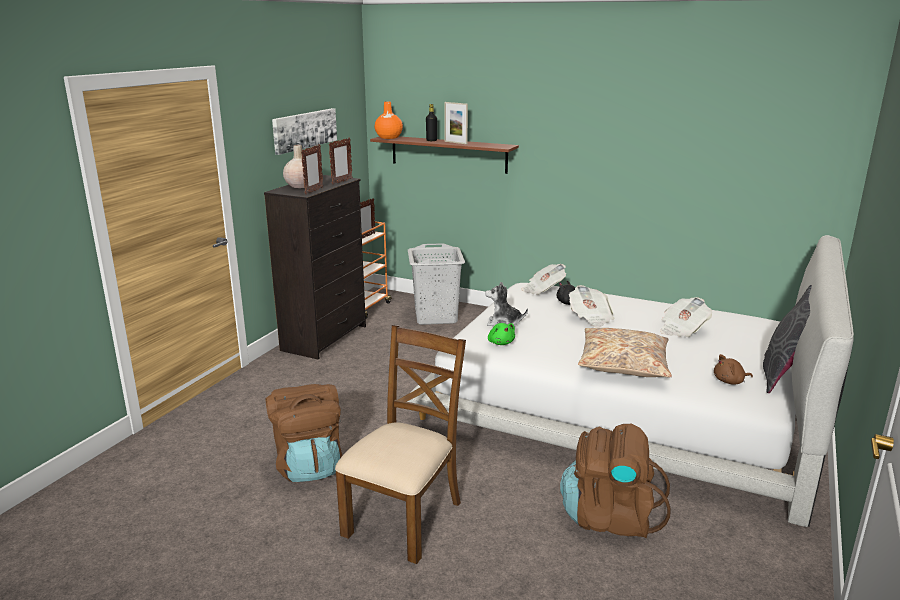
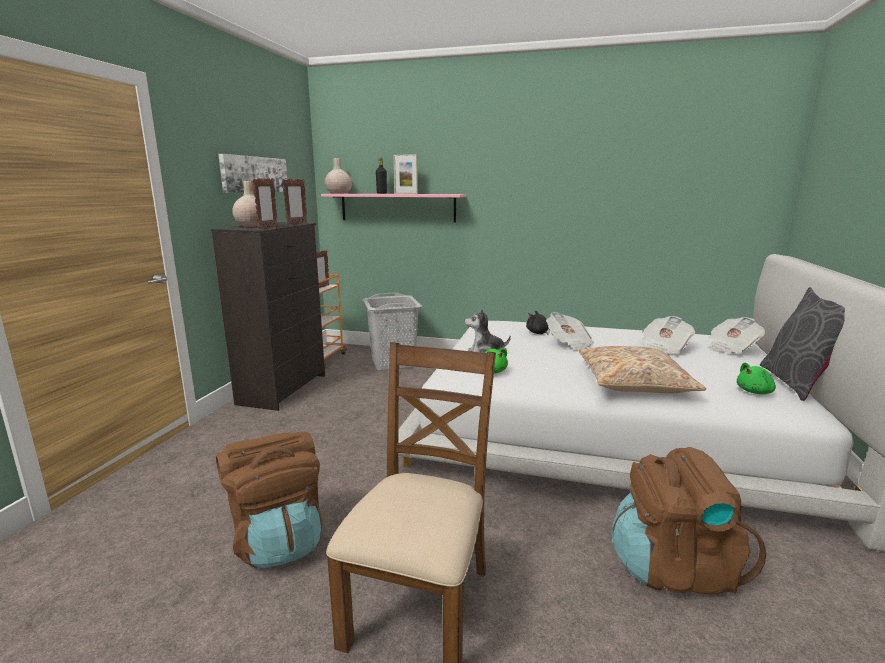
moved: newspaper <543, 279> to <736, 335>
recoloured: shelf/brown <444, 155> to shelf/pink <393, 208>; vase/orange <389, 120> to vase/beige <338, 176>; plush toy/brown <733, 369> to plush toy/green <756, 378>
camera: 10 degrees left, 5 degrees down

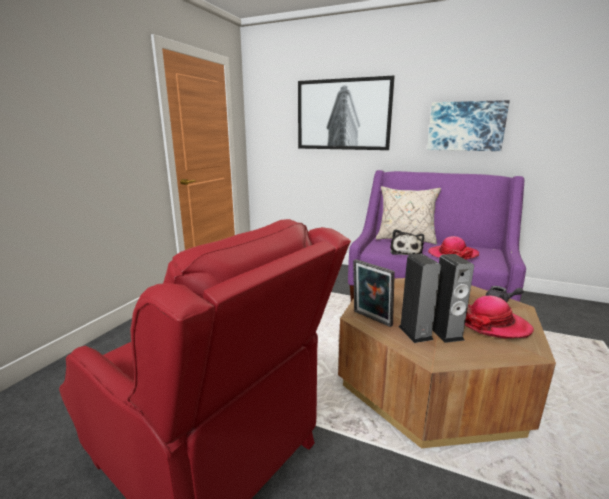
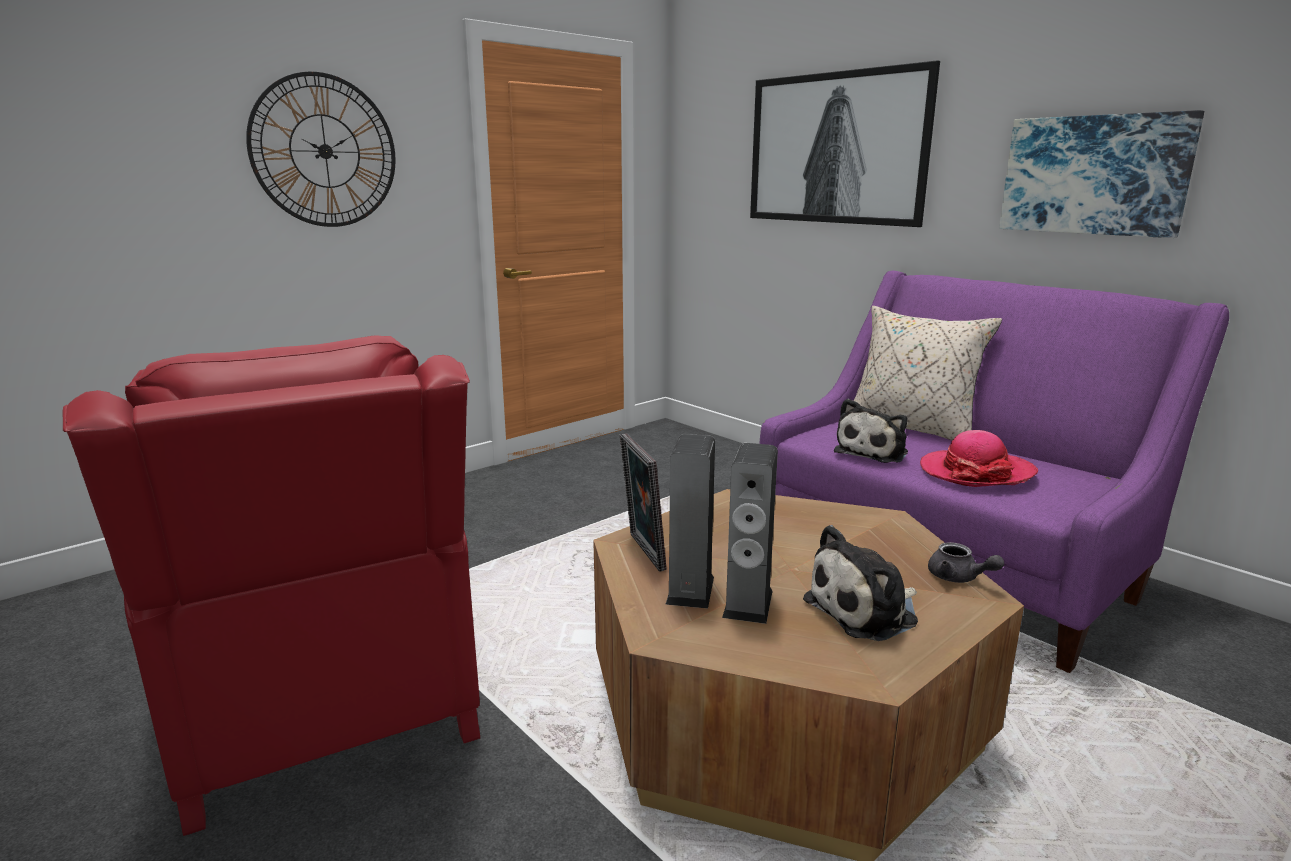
added: wall clock <321, 149>
replaced: hat <499, 317> to plush toy <860, 583>
camera: 25 degrees right, 0 degrees up

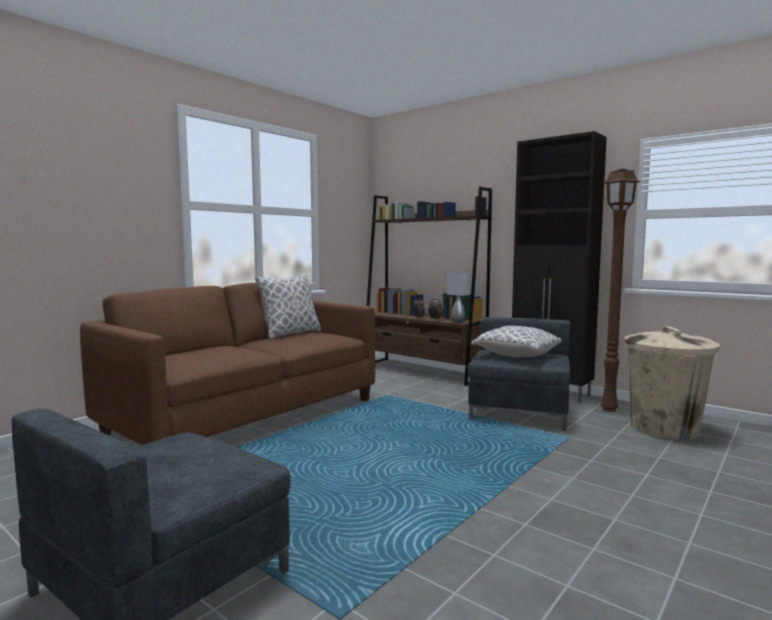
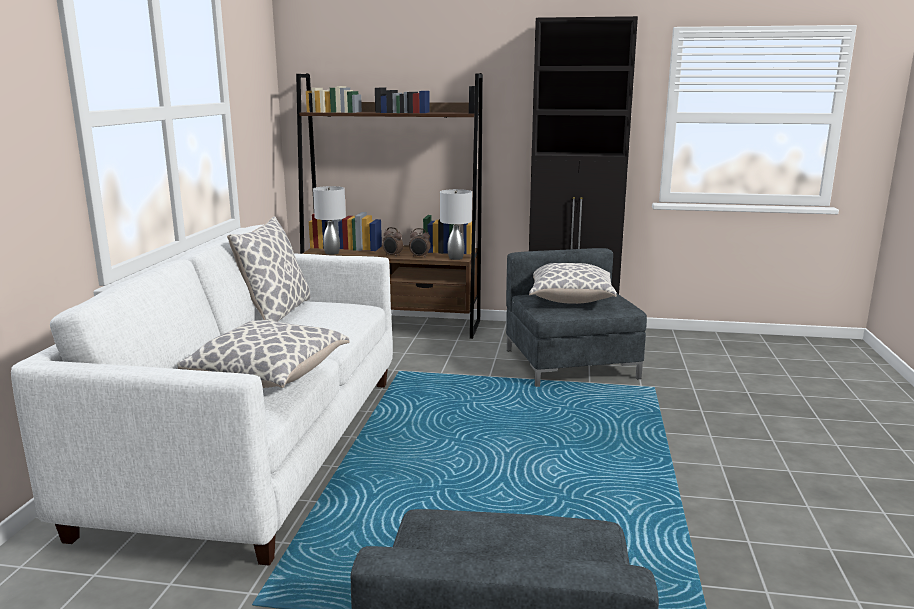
removed: floor lamp/brown <621, 290>; trash can/beige <672, 382>
added: pillow <263, 354>; table lamp/grey <329, 220>
recoloured: sofa/brown <227, 364> to sofa/white <202, 395>
camera: 30 degrees left, 10 degrees up

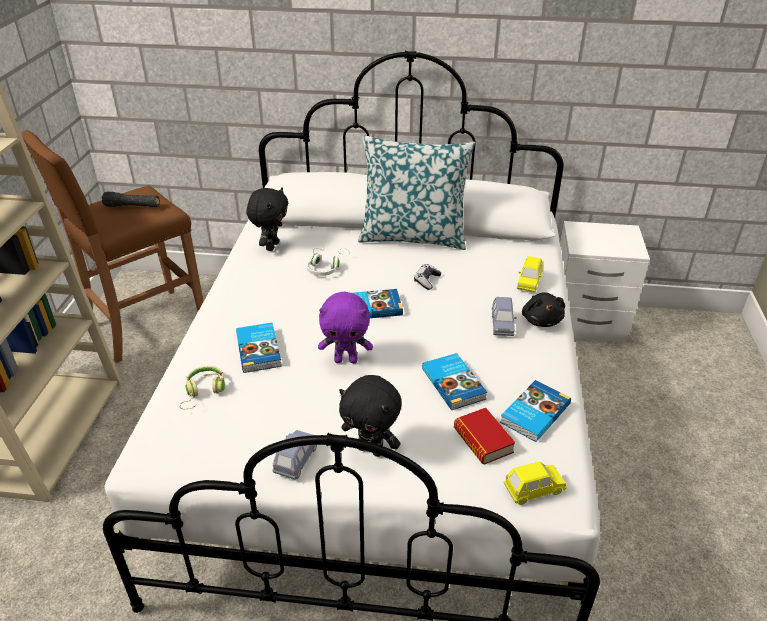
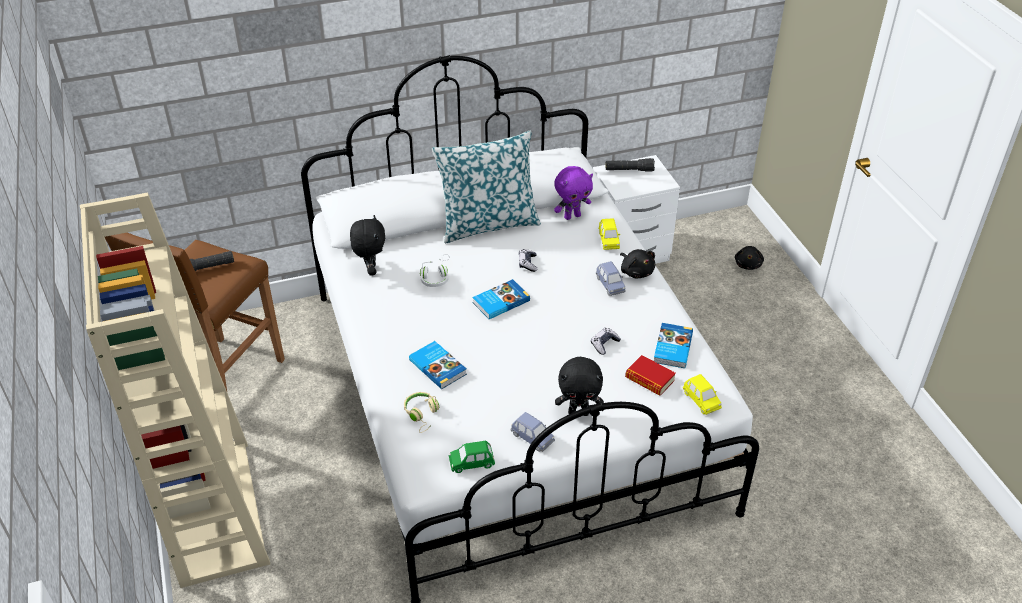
added: toy car/green <472, 457>; flashlight/black <630, 165>; plush toy/black <749, 258>
moved: plush toy/purple <345, 327> to <573, 193>
replaced: book <454, 381> to game controller <606, 341>
turned: toy car/blue <295, 454> = <532, 432> 135 degrees clockwise; toy car/yellow <535, 483> = <702, 394> 105 degrees clockwise
camera: 25 degrees left, 5 degrees up

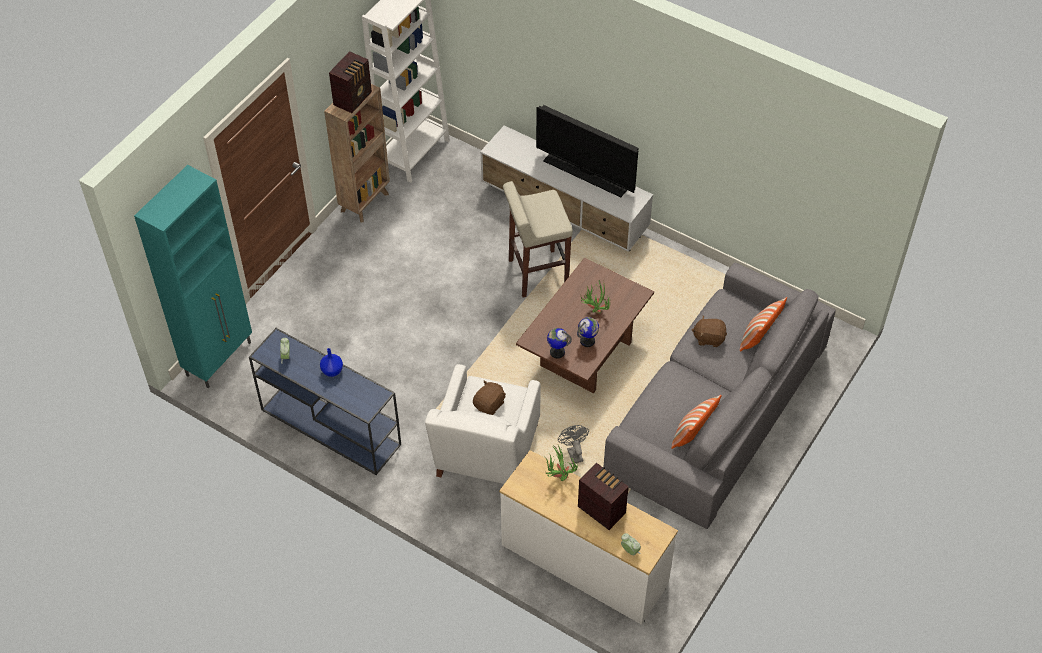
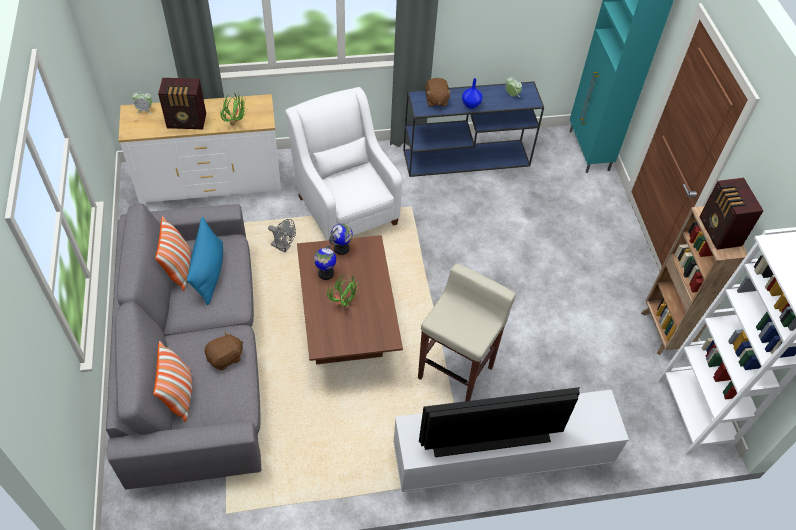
added: pillow/blue <205, 261>
moved: plush toy/brown <489, 397> to <438, 92>
camera: 135 degrees right, 0 degrees up

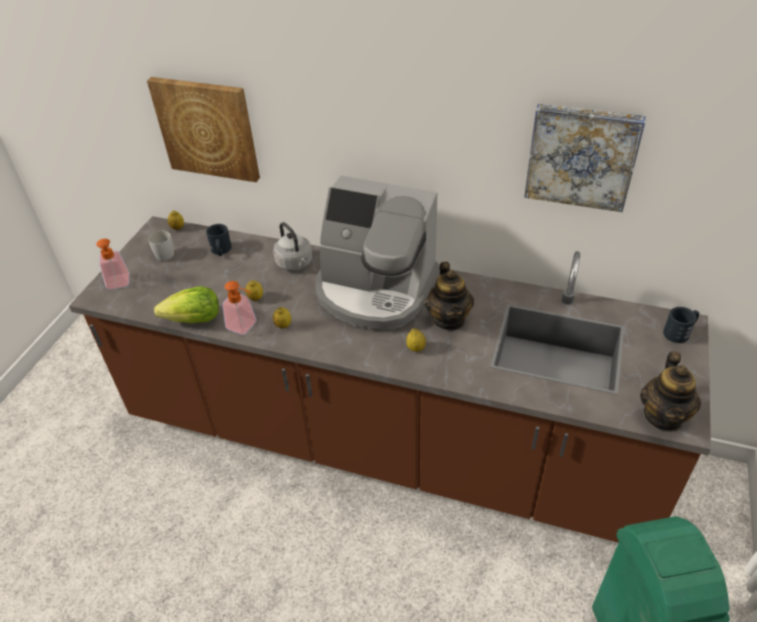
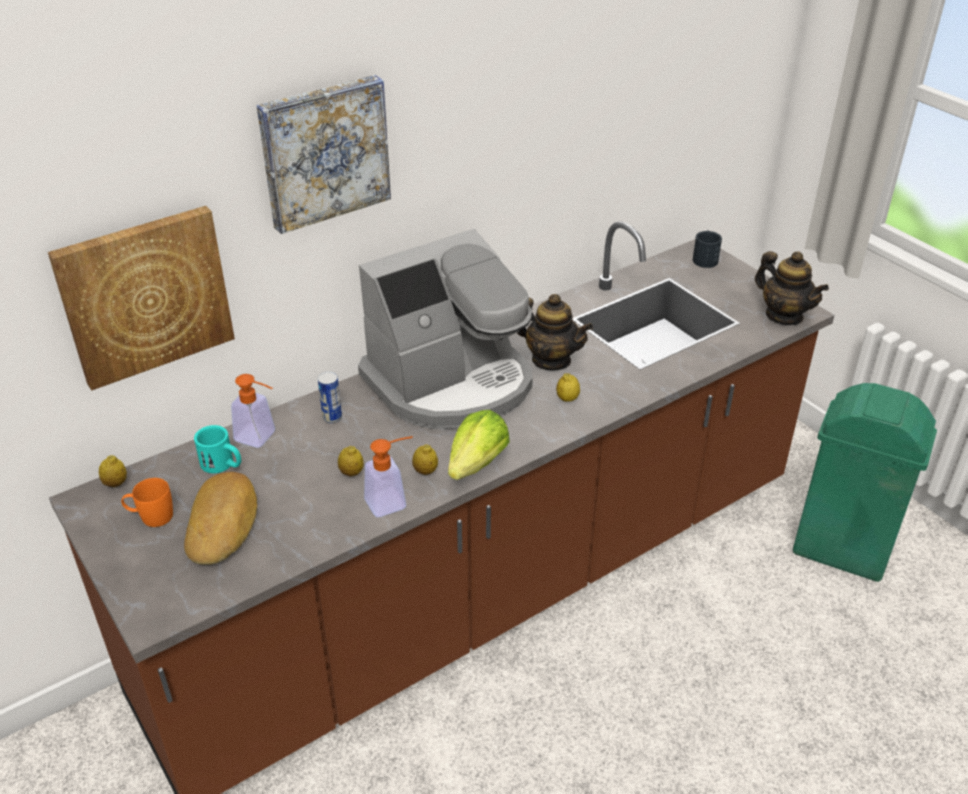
added: bread <220, 518>
moved: soap dispenser <112, 264> to <253, 411>; picture <585, 158> to <324, 154>; lettuce <186, 304> to <479, 445>
replaced: kettle/grey <293, 246> to can <330, 397>
recoloured: mug/white <161, 246> to mug/orange <147, 502>; mug/black <219, 240> to mug/turquoise <217, 449>
camera: 55 degrees left, 5 degrees down

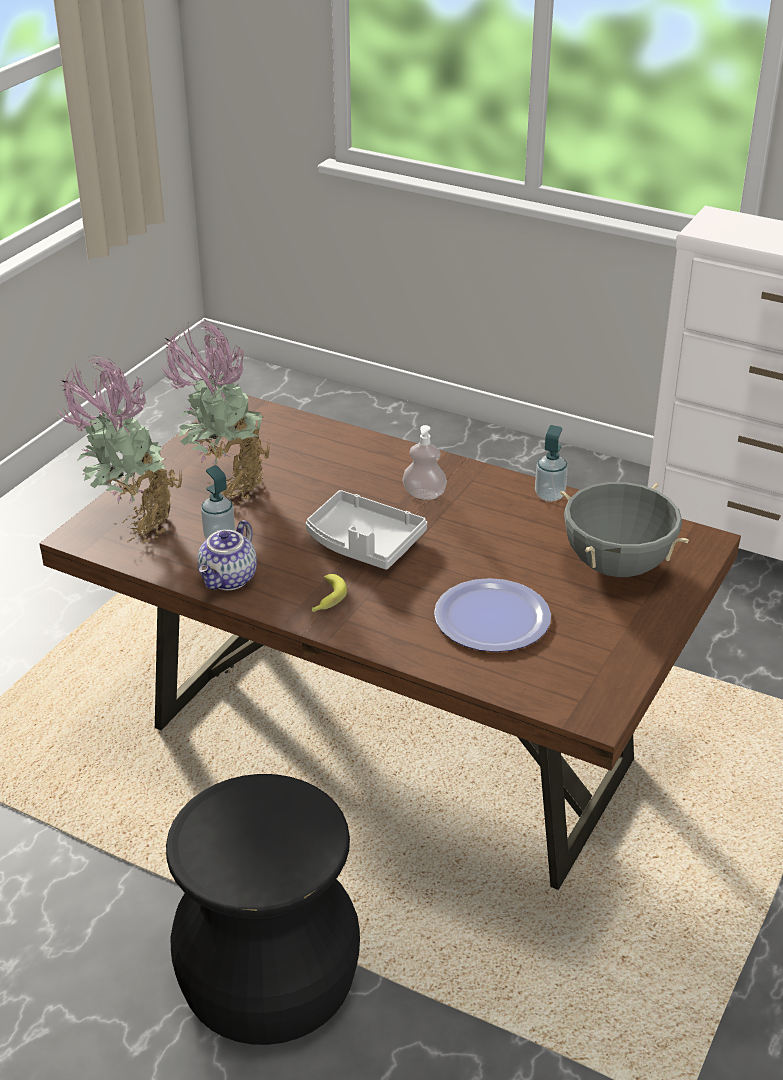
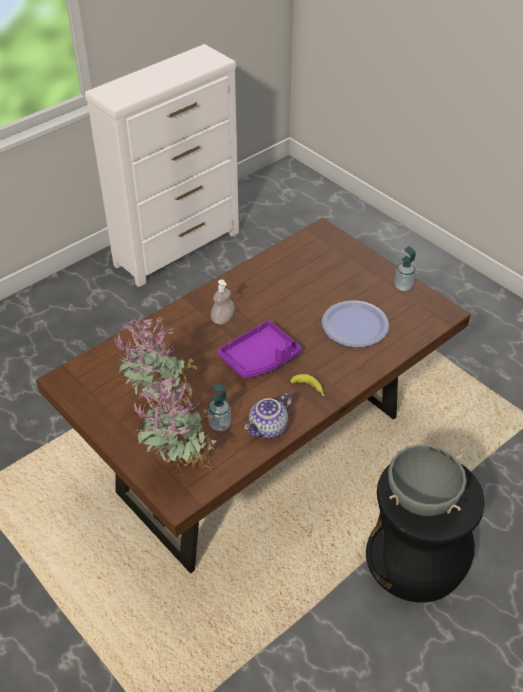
moved: cooking pot/grey <624, 529> to <427, 479>; soap dispenser <551, 463> to <405, 268>
recoloured: tray/grey <366, 530> to tray/purple <259, 349>
turned: teapot <227, 555> = <268, 416> 90 degrees clockwise
camera: 70 degrees left, 10 degrees up

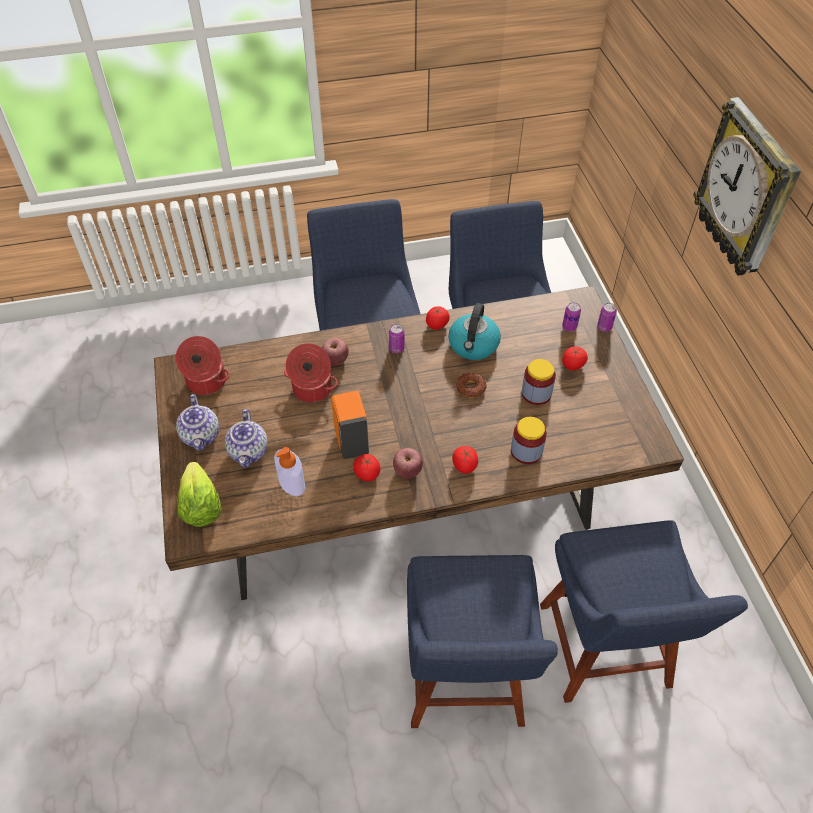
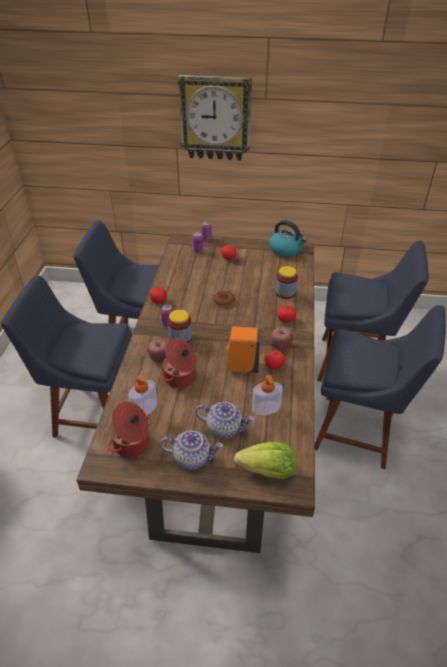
added: soap dispenser <143, 395>
moved: jar <539, 382> to <180, 326>; kettle <474, 331> to <288, 238>
camera: 70 degrees left, 10 degrees down

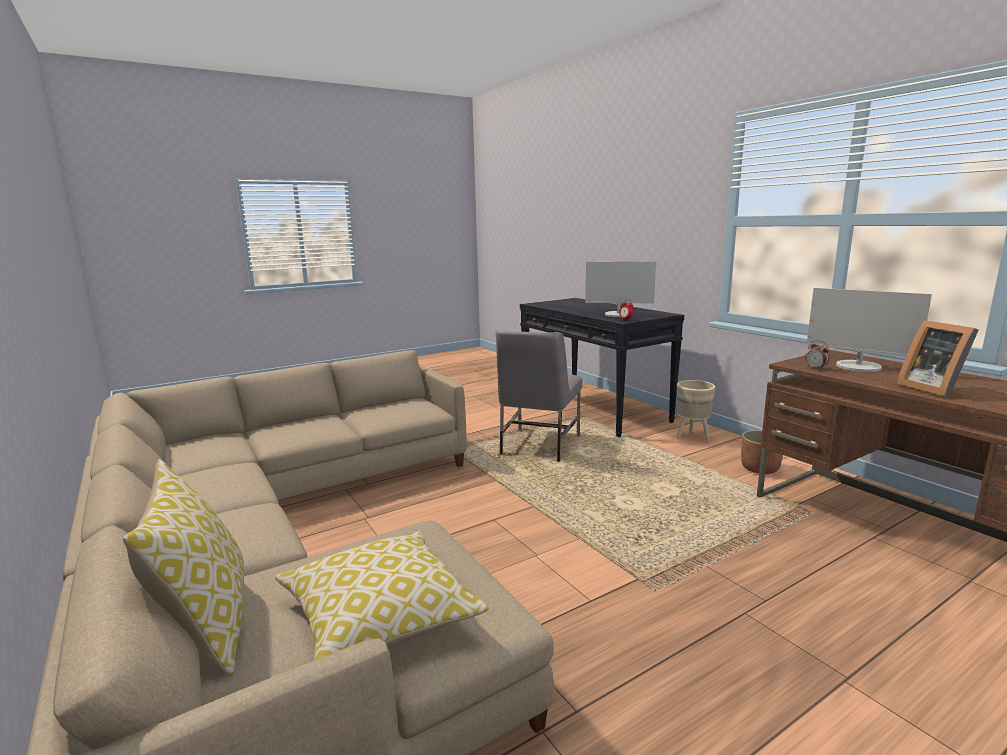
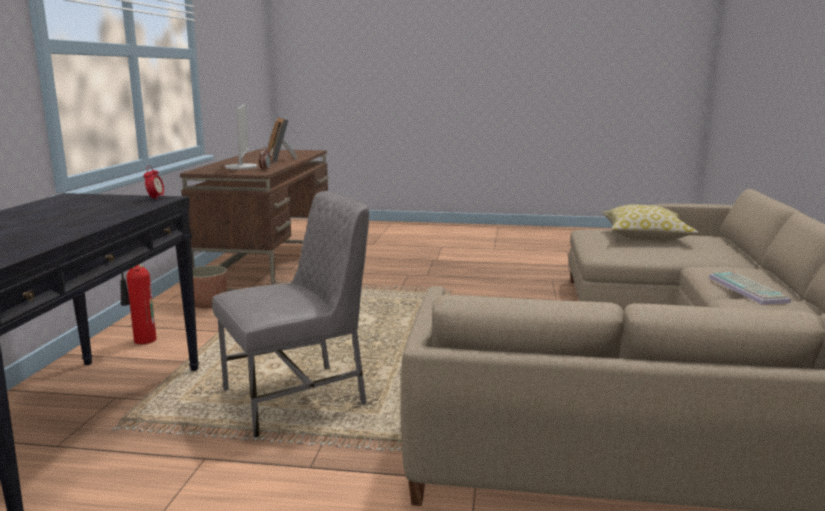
removed: pillow <183, 567>; monitor <620, 289>
added: keyboard <750, 288>
replaced: planter/beige <696, 410> to fire extinguisher <139, 304>
turned: picture frame <938, 359> = <282, 139> 135 degrees clockwise
camera: 140 degrees left, 0 degrees up

